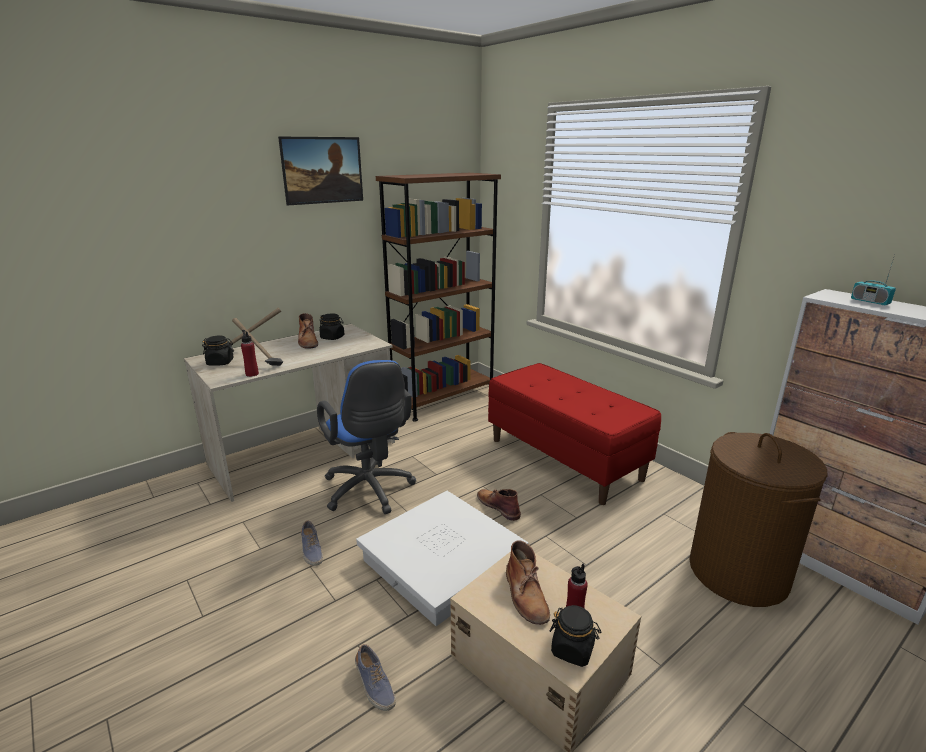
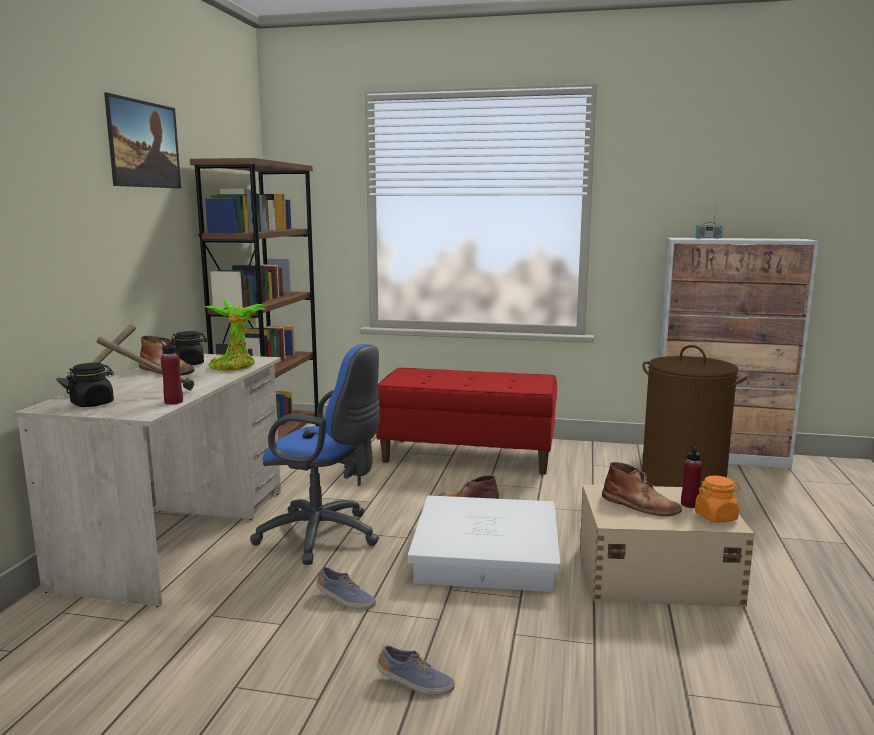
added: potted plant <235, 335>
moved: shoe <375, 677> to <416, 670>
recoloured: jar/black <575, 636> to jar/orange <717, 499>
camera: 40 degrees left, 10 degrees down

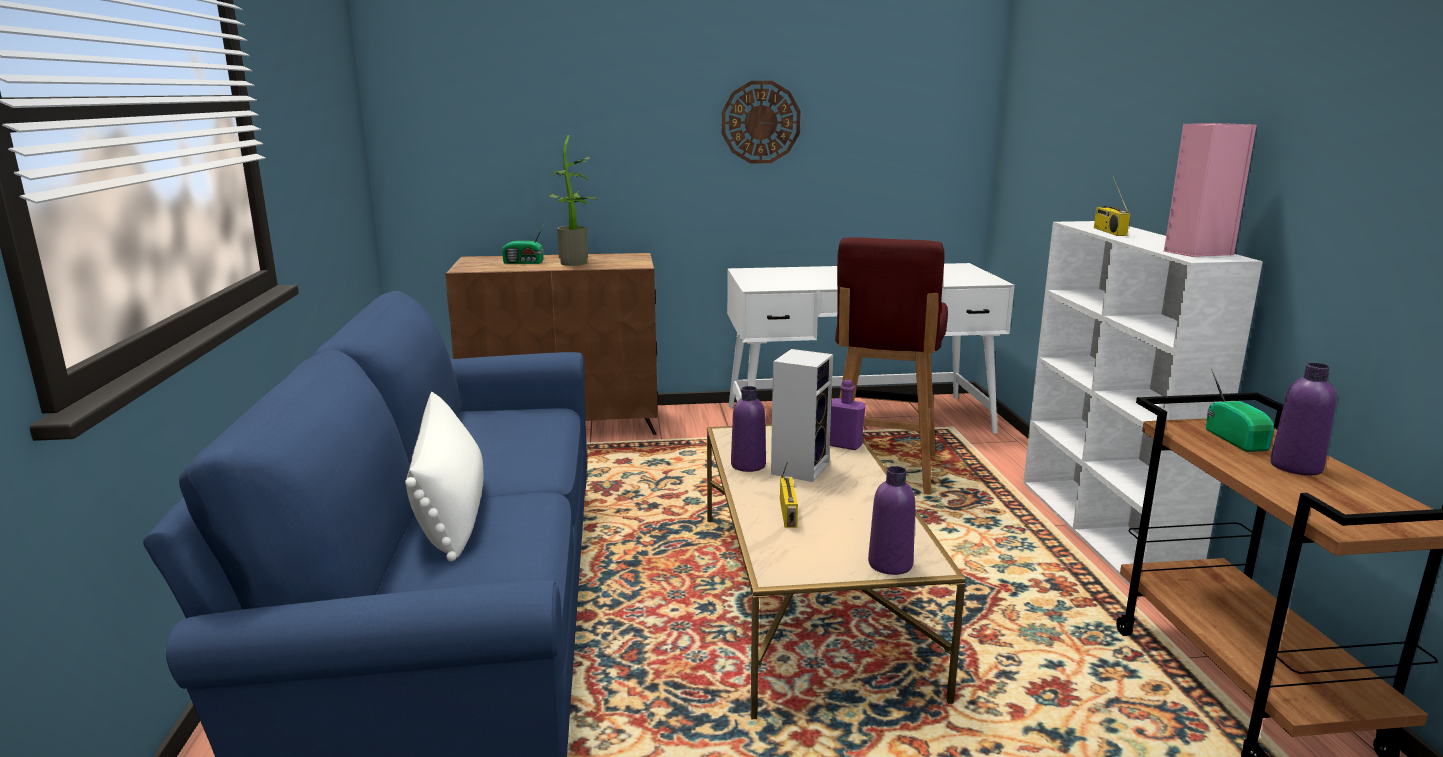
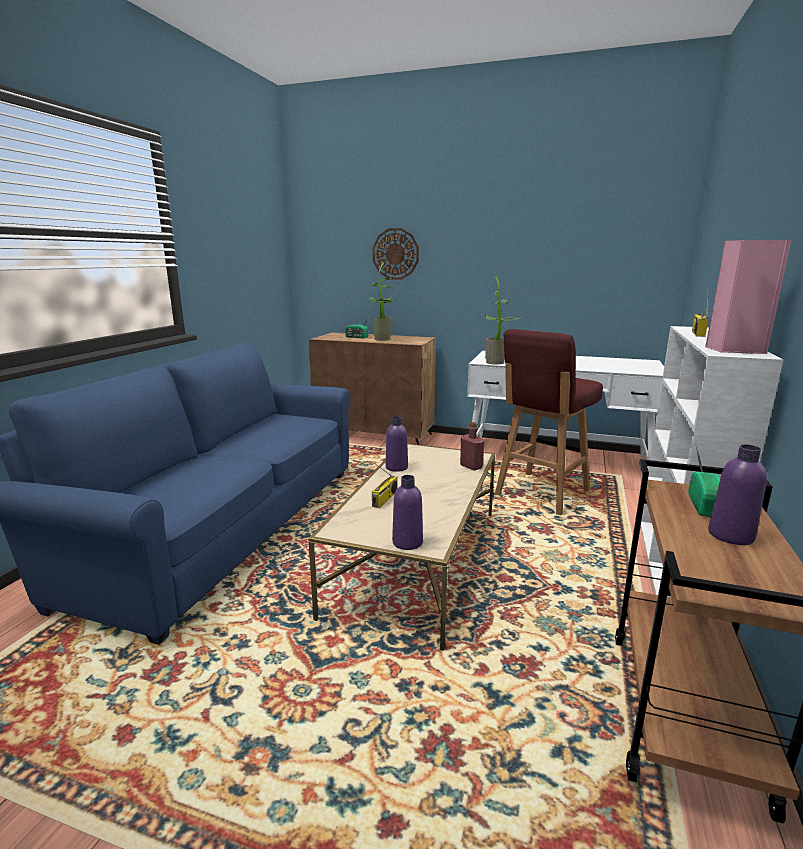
removed: pillow/white <444, 476>; speaker <802, 415>
added: potted plant <501, 320>
moved: wall clock <761, 122> to <395, 254>
recoloured: bottle/purple <848, 415> to bottle/red <472, 446>
camera: 25 degrees right, 0 degrees up

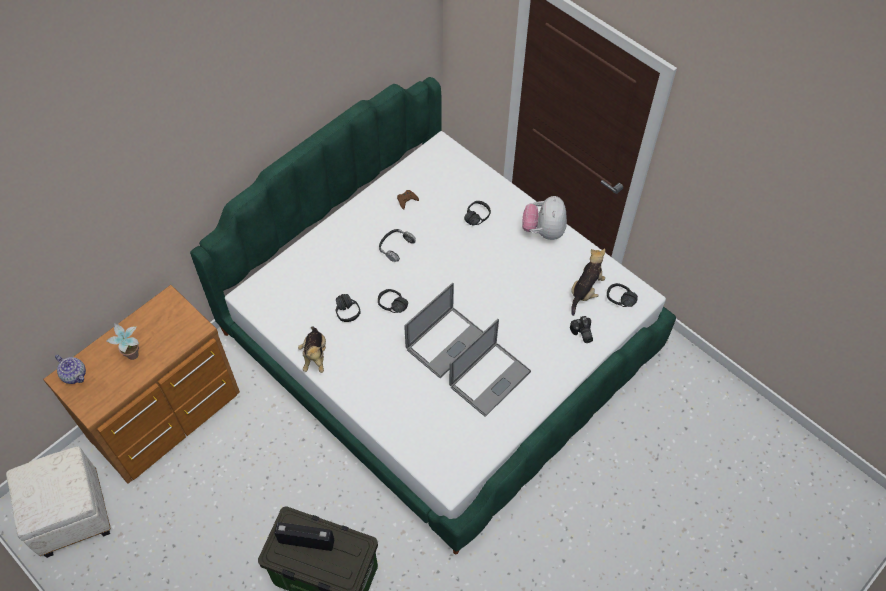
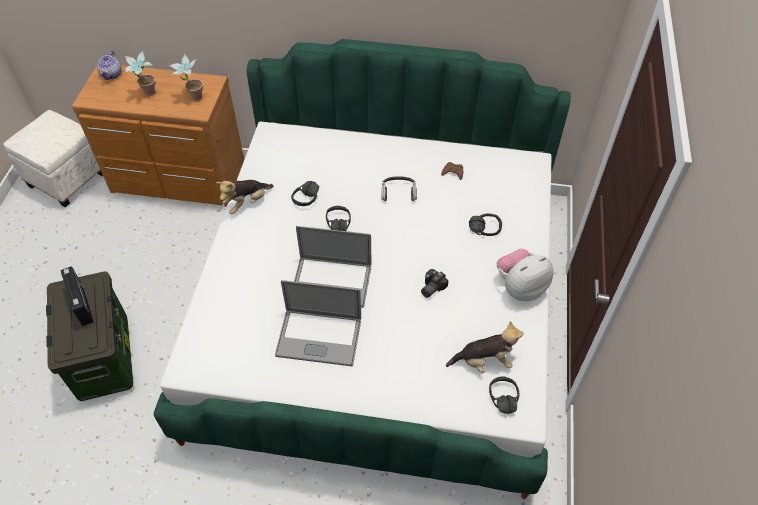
added: potted plant <186, 76>
moved: photo camera <581, 329> to <434, 283>
camera: 55 degrees right, 5 degrees down

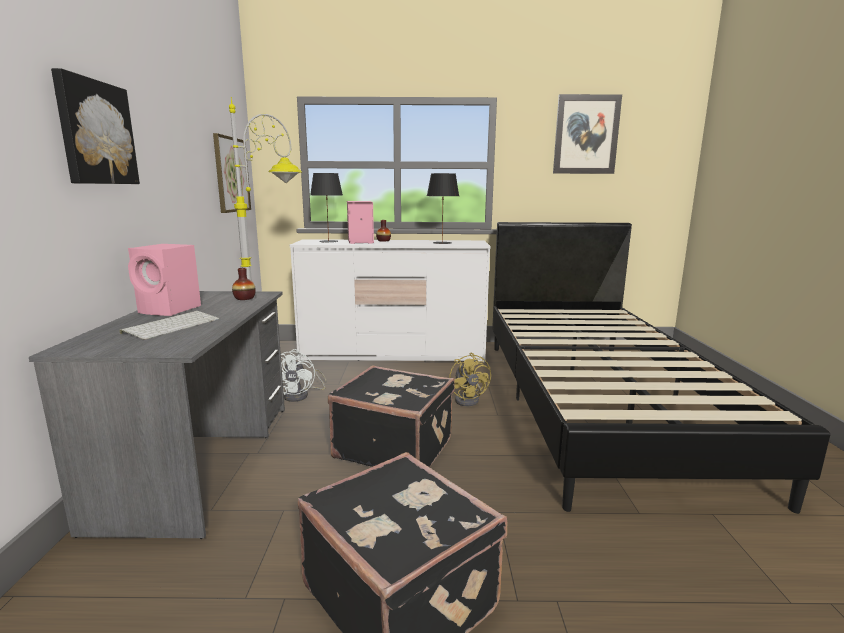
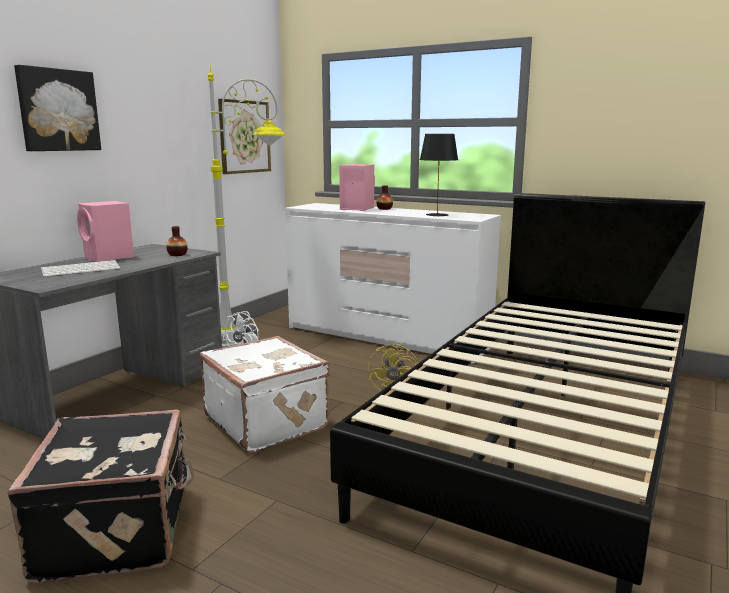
removed: table lamp/black <326, 207>; picture <587, 134>
recoloured: suitcase/black <391, 416> to suitcase/white <265, 394>
camera: 30 degrees right, 0 degrees up

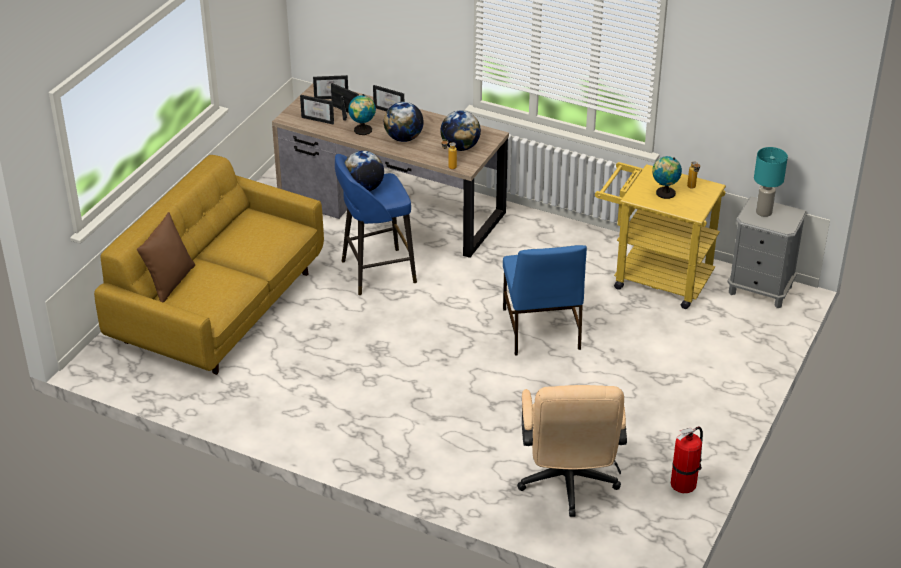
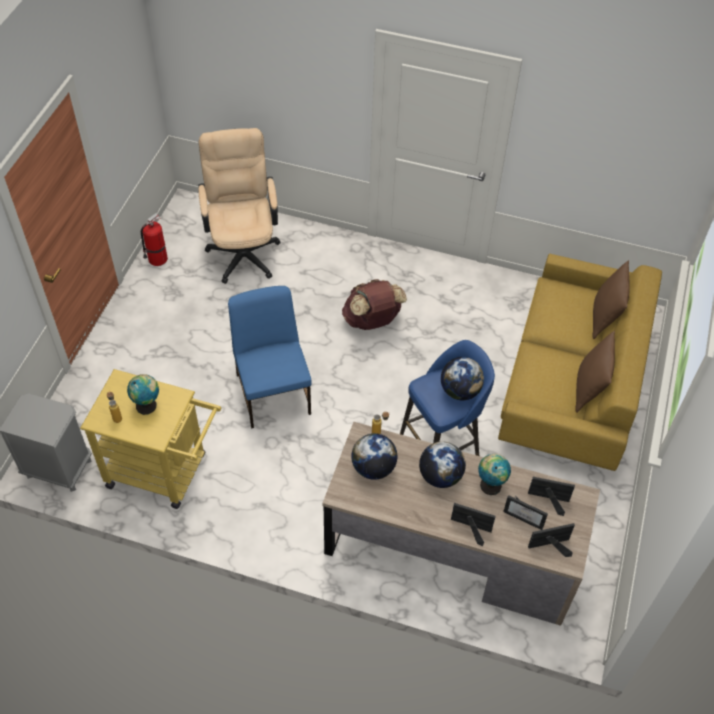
removed: table lamp/turquoise <771, 182>
added: backpack/brown <374, 304>; pillow/brown <595, 372>
camera: 170 degrees right, 15 degrees up

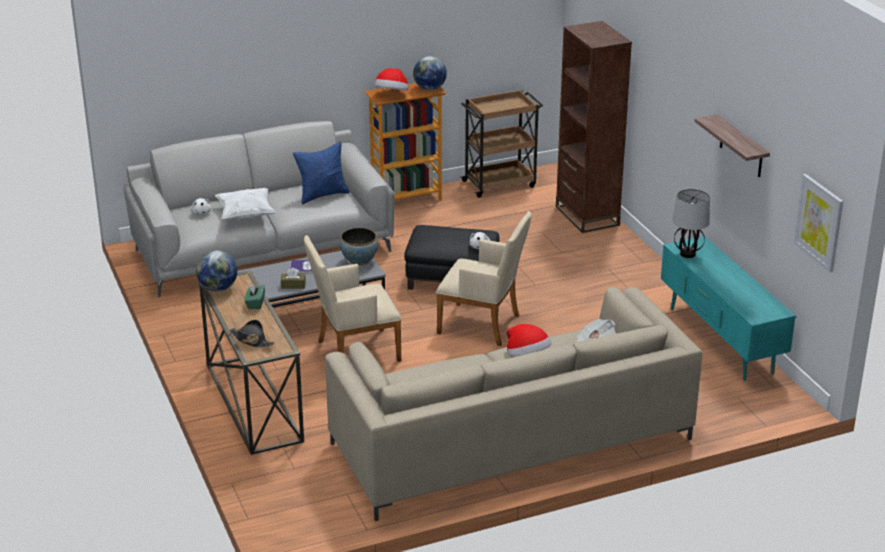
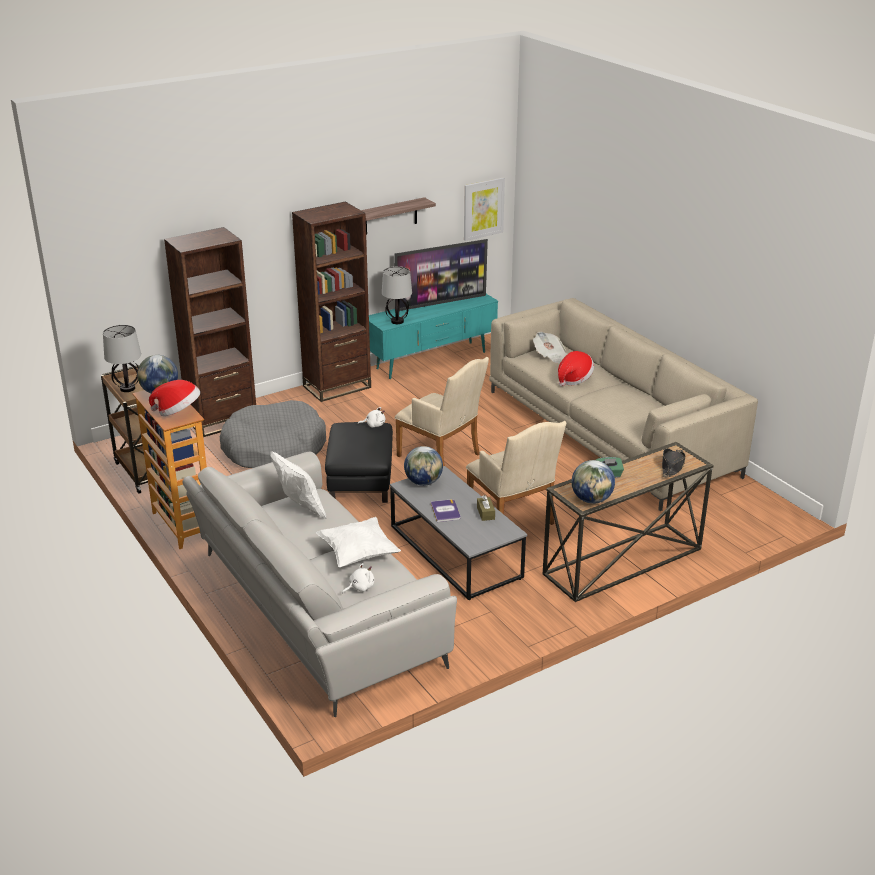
added: table lamp <122, 358>; dog bed/grey <273, 434>; bookcase/brown <331, 301>; television <441, 275>
replaced: bowl <359, 247> to globe <423, 466>
recoloured: pillow/blue <321, 172> to pillow/white <298, 485>
turned: armchair/beige <483, 278> = <442, 411> 120 degrees clockwise
camera: 100 degrees left, 0 degrees up

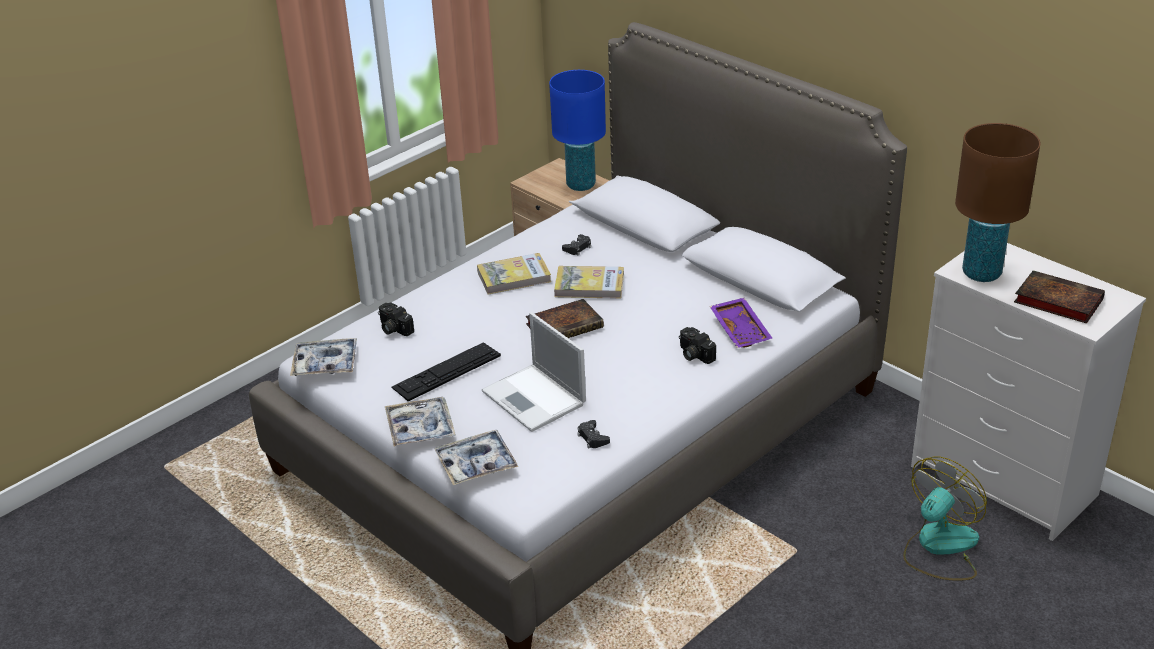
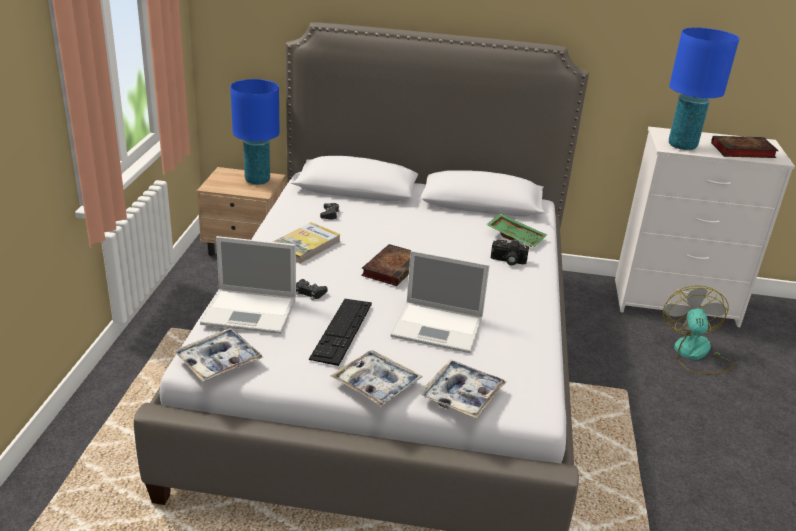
removed: book <589, 282>
moved: game controller/black <593, 434> to <311, 289>
replaced: photo camera <396, 319> to laptop <248, 285>
recoloured: tray/purple <741, 323> to tray/green <516, 230>; table lamp/brown <998, 202> to table lamp/blue <704, 89>
camera: 40 degrees left, 5 degrees down

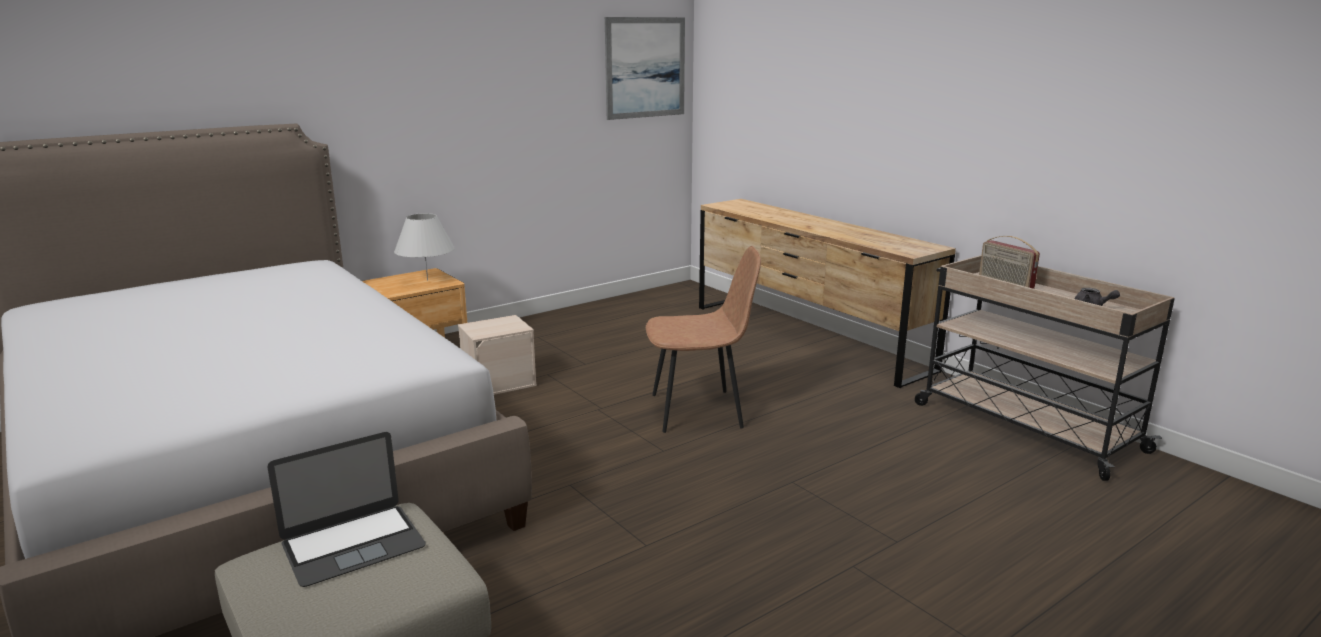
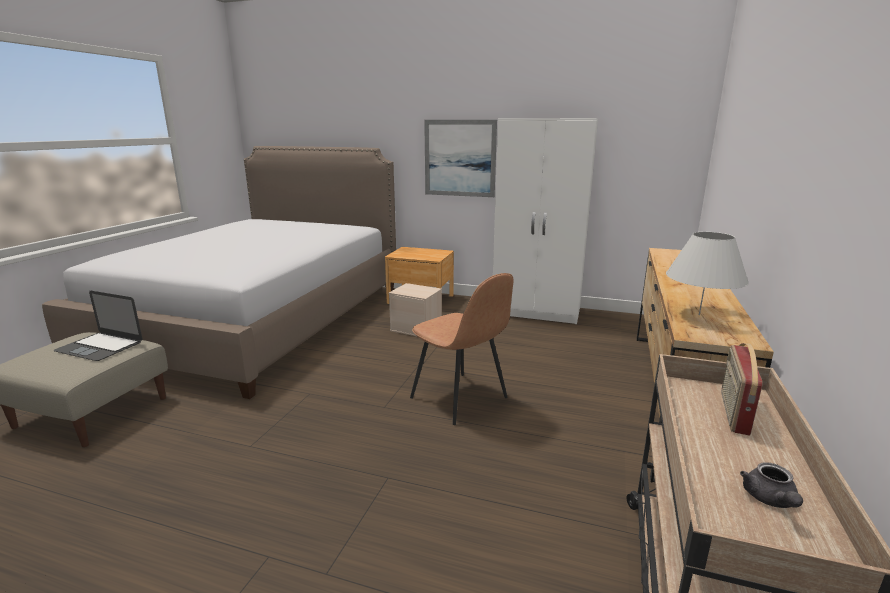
added: wardrobe/white <545, 221>
moved: picture <645, 68> to <460, 158>; table lamp/white <424, 247> to <707, 273>
camera: 55 degrees right, 0 degrees up

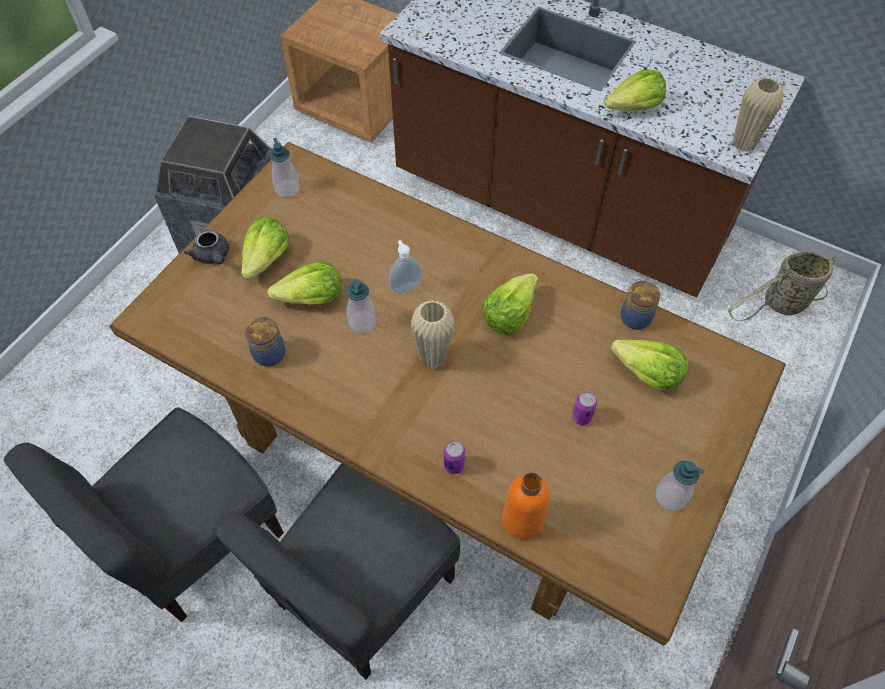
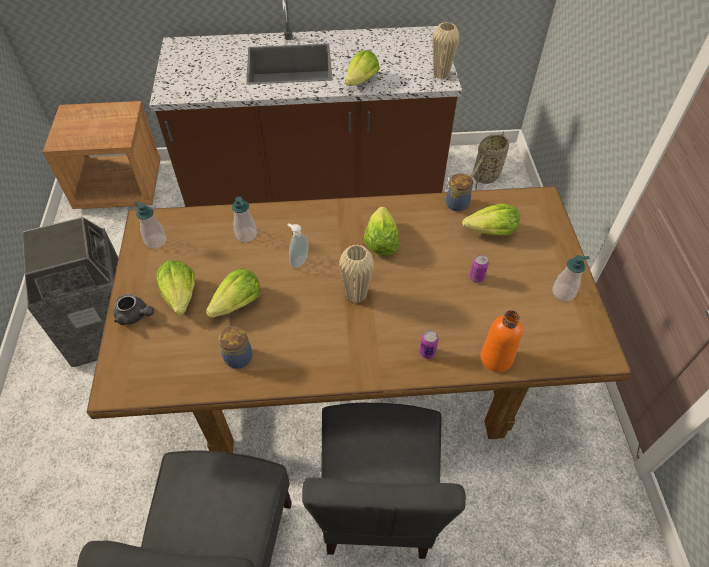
moved: soap dispenser <361, 306> to <244, 219>
camera: 35 degrees left, 5 degrees down

